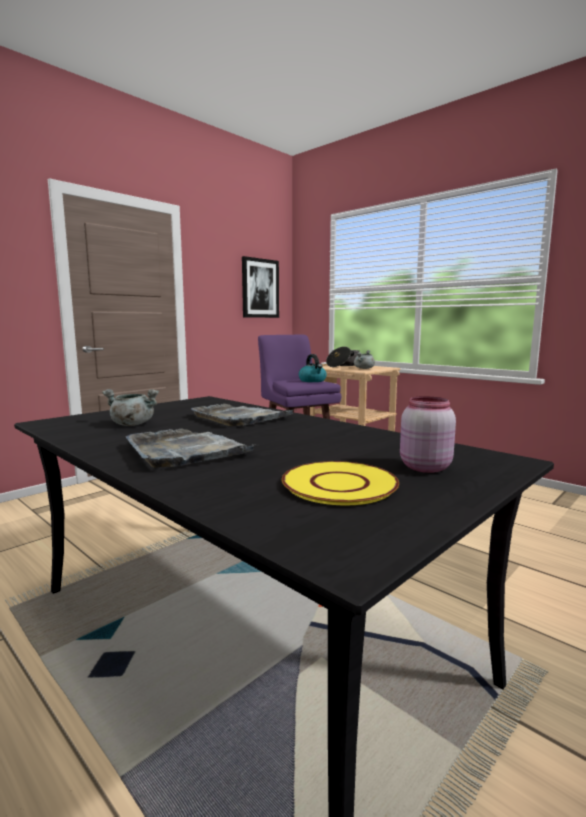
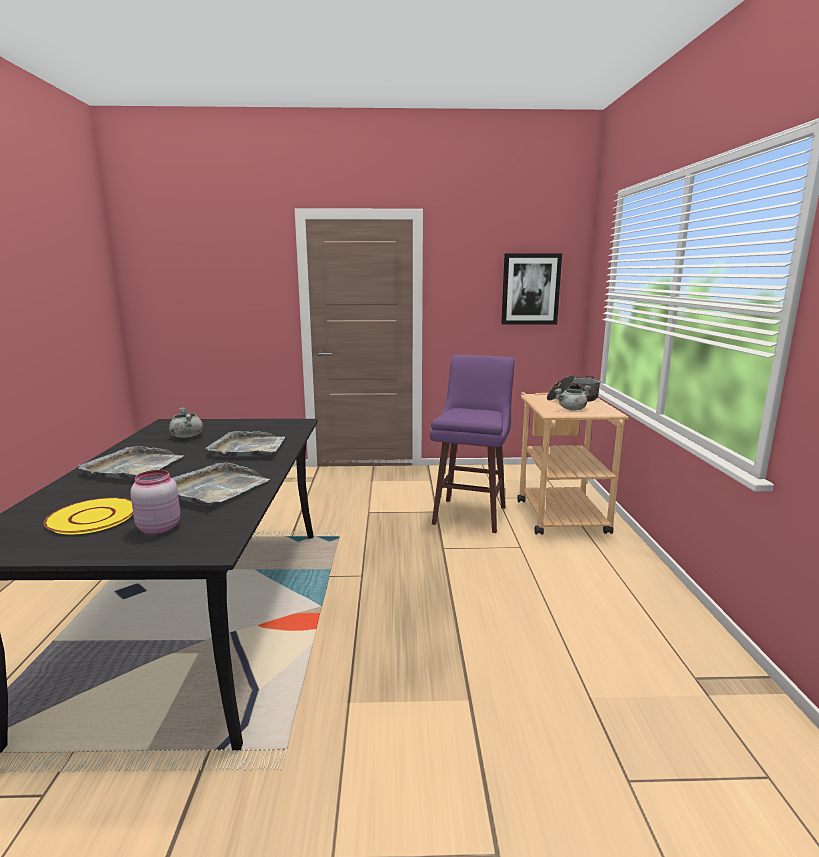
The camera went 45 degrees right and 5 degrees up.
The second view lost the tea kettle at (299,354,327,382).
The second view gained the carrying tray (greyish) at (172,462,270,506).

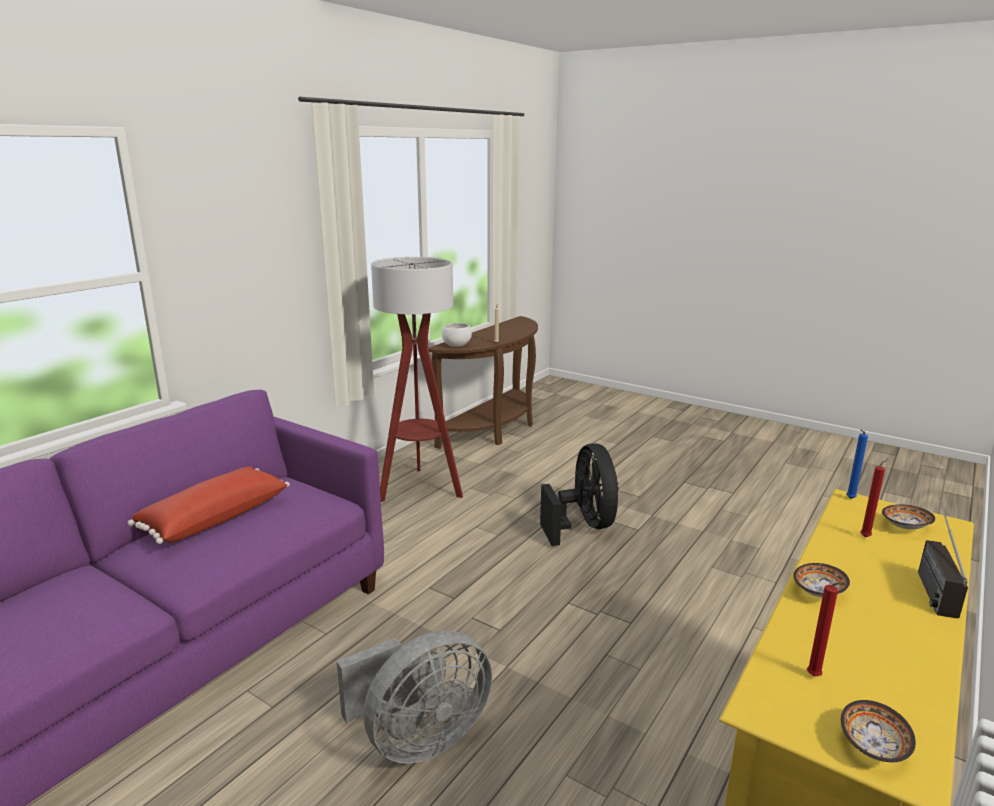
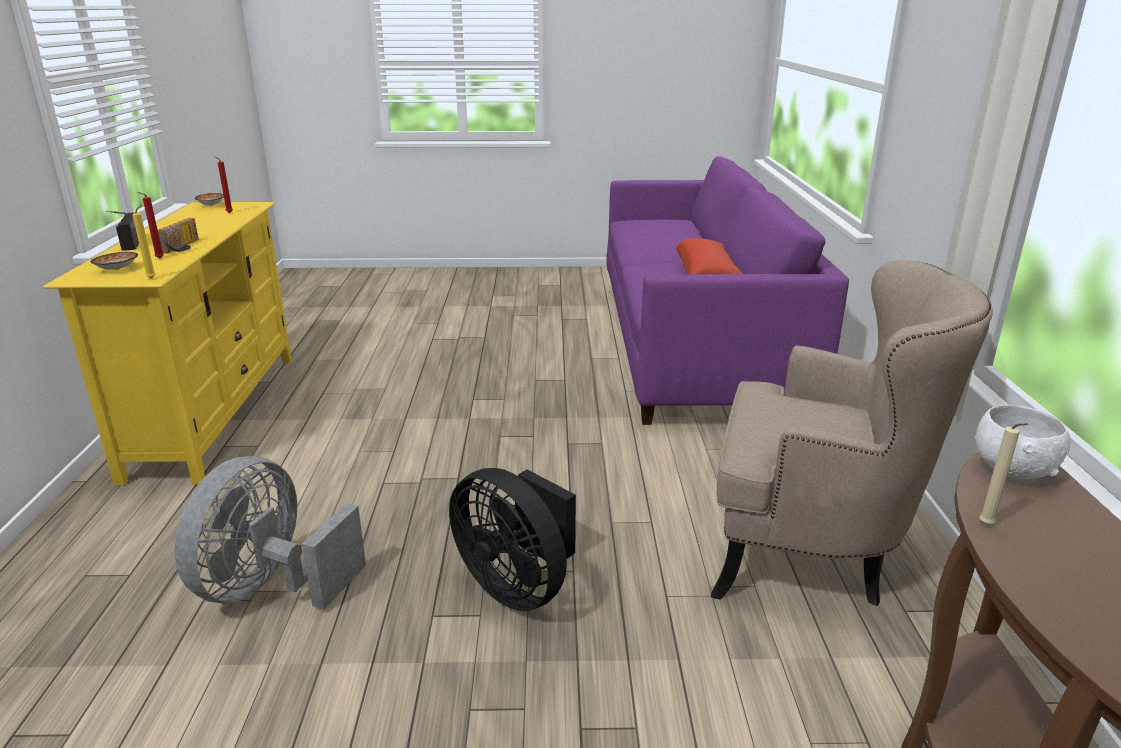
The camera went 145 degrees right and 5 degrees up.
Where the standing lamp stood at (371,257,463,502), the lounge chair (sand-coloured) came to stand at (711,260,993,606).
What was the wax candle (blue-coloured) at (846,429,868,499) turned into the wax candle (yellow-coloured) at (132,205,156,279).
The second view lost the serving bowl at (793,563,850,597).
The fan (greyish) ended up elsewhere, having gone from (337,630,492,764) to (175,456,366,609).
The second view gained the radio at (158,218,199,253).

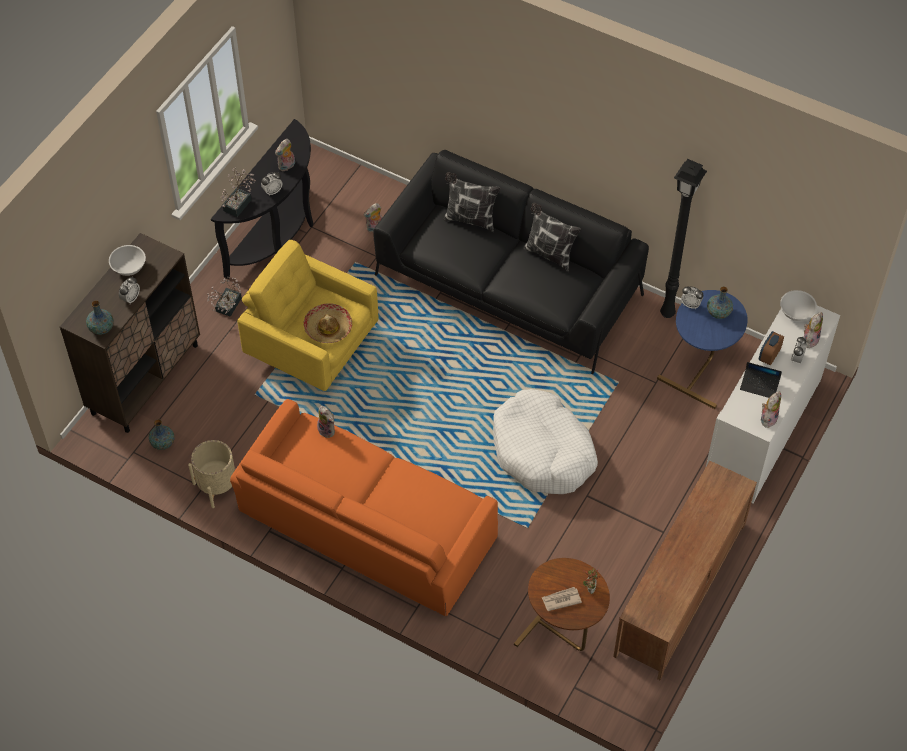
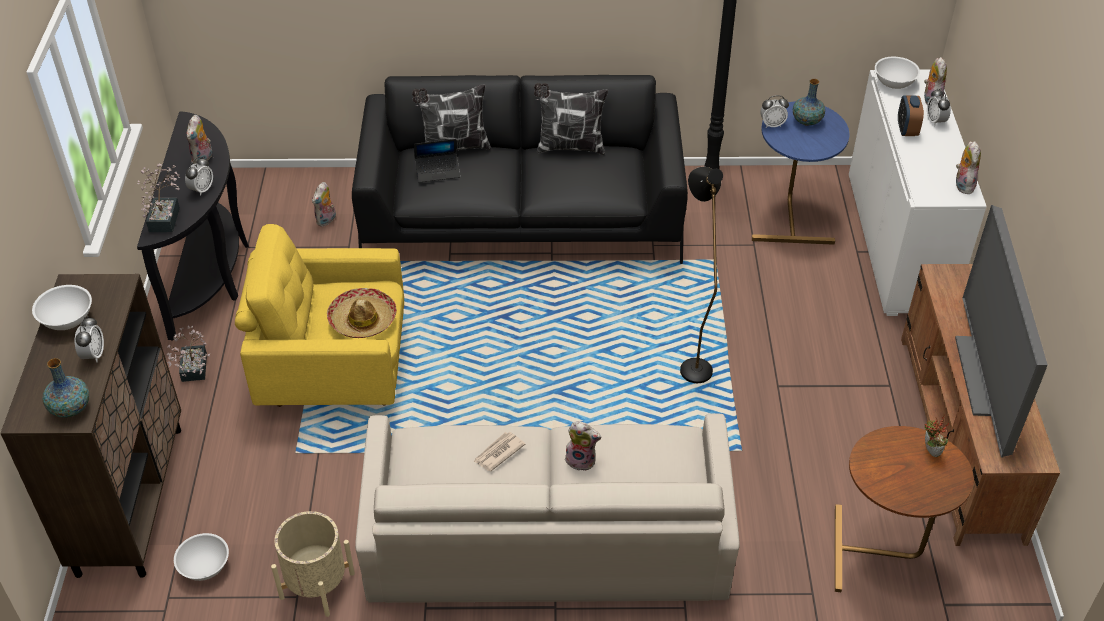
The camera went 30 degrees left and 10 degrees down.
The notebook computer ended up elsewhere, having gone from (740,362,782,398) to (414,139,460,183).
Where the pet bed (white-coloured) stood at (493,389,598,494), the standing lamp (black) came to stand at (680,167,723,383).
What was the couch (orangey) at (230,399,498,616) turned into the couch (sand-coloured) at (355,413,740,603).
The plush toy ended up elsewhere, having gone from (317,406,335,438) to (565,421,601,471).
Where the decorative vase stood at (149,419,175,450), the serving bowl (white-coloured) came to stand at (174,533,229,581).
The printed paper ended up elsewhere, having gone from (542,587,582,611) to (473,432,525,471).
The second view gained the television at (955,205,1048,457).

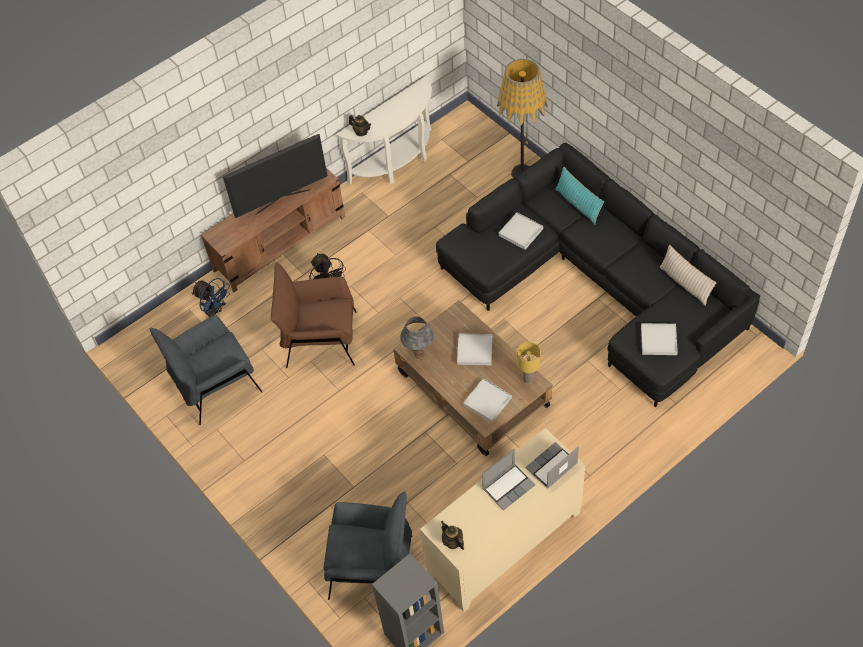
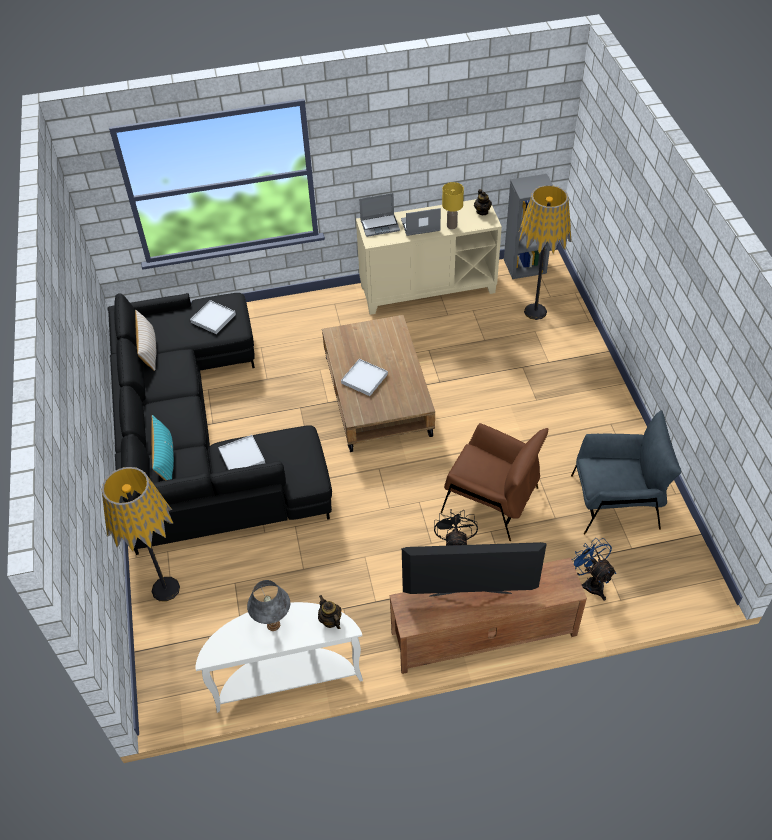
The camera went 155 degrees left and 5 degrees down.
The lamp for a table (greyish) ended up elsewhere, having gone from (400,316,434,359) to (247,580,290,631).
The lamp for a table (yellow-coloured) ended up elsewhere, having gone from (517,342,540,384) to (442,182,464,229).
The second view lost the carrying tray (white-coloured) at (463,378,512,423).
Where the lounge chair (greyish) stood at (324,491,412,600), the standing lamp came to stand at (518,185,571,320).

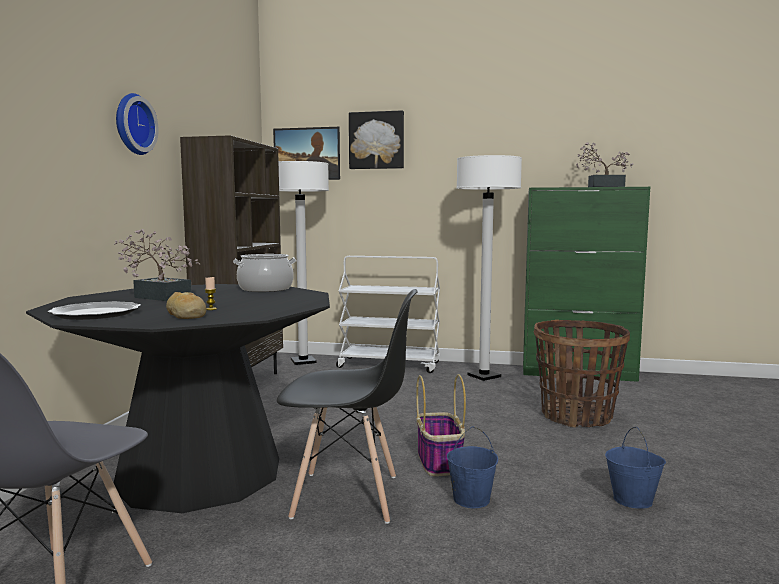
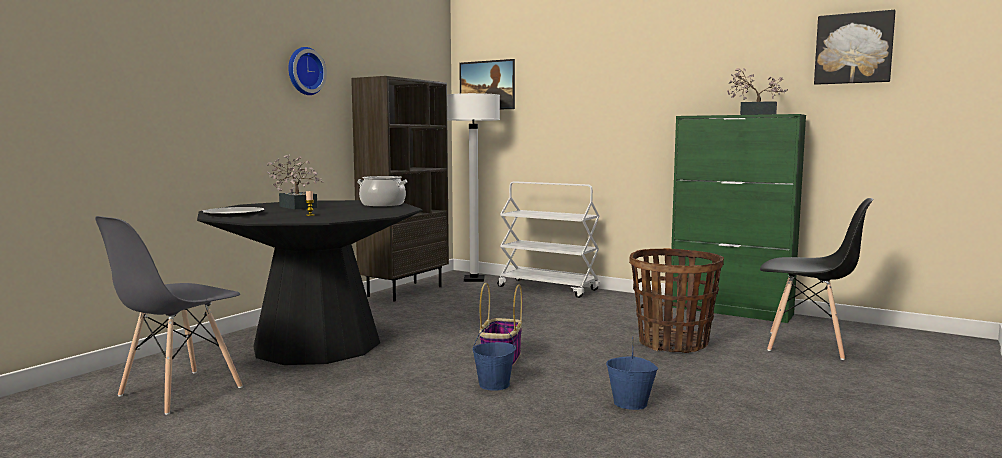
The camera went 20 degrees right and 0 degrees up.
The wall art ended up elsewhere, having gone from (349,110,404,169) to (814,10,896,85).
The second view lost the standing lamp (white-coloured) at (456,155,522,381).
The plain chair (black) ended up elsewhere, having gone from (277,289,418,524) to (760,198,874,360).
The second view lost the baked bread at (166,292,206,319).

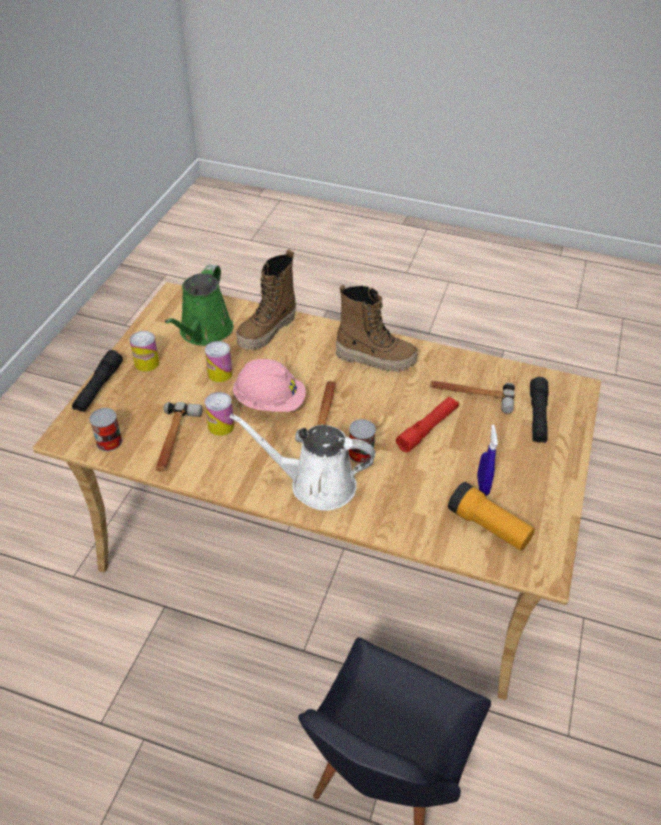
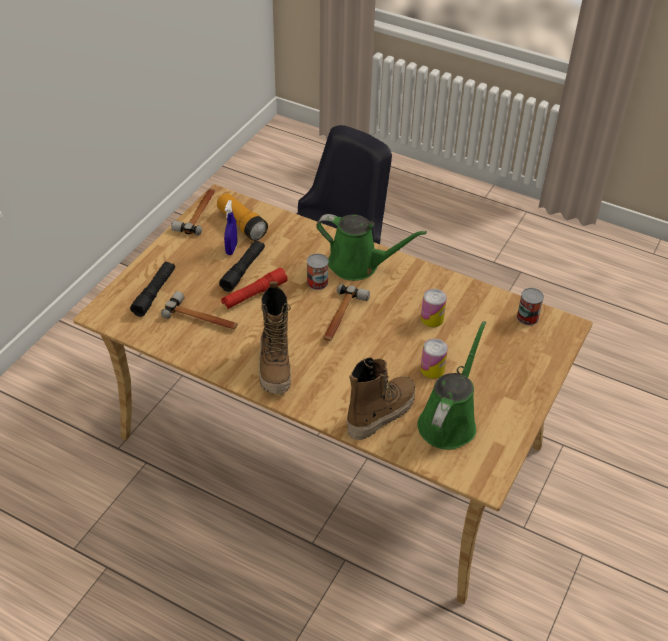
The camera went 170 degrees left and 0 degrees up.
The high-top boot at (336,284,417,372) ended up facing another way, 120 degrees counterclockwise from before.
The second view lost the sealed can at (130,331,159,372).
The torch (black) ended up elsewhere, having gone from (72,350,123,412) to (219,240,265,292).
The second view lost the hard hat (pink) at (232,359,306,412).
The hammer ended up elsewhere, having gone from (156,402,202,471) to (171,188,215,235).
What was the sprinkling can (white-coloured) at (229,413,376,511) turned into the sprinkling can (greenish) at (316,214,427,281).

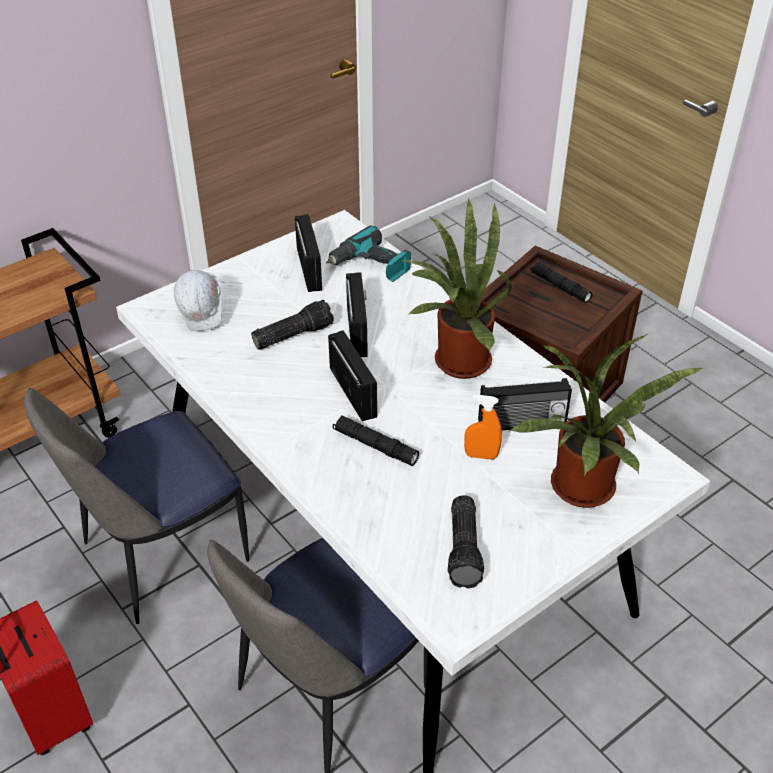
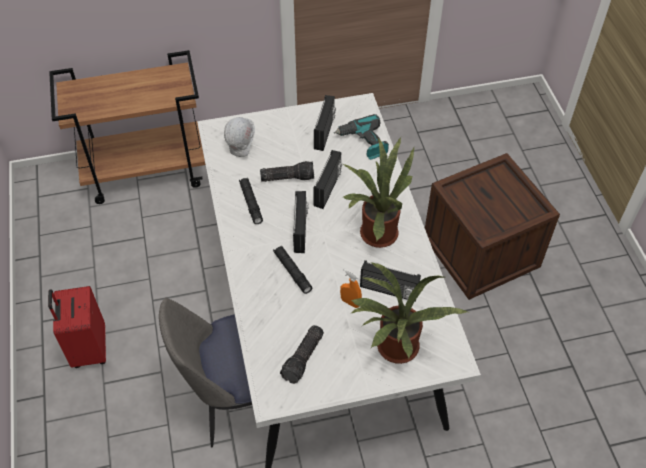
The camera went 25 degrees right and 10 degrees up.
The torch (black) ended up elsewhere, having gone from (530,262,592,303) to (239,178,263,224).
The second view lost the plain chair at (24,388,249,624).

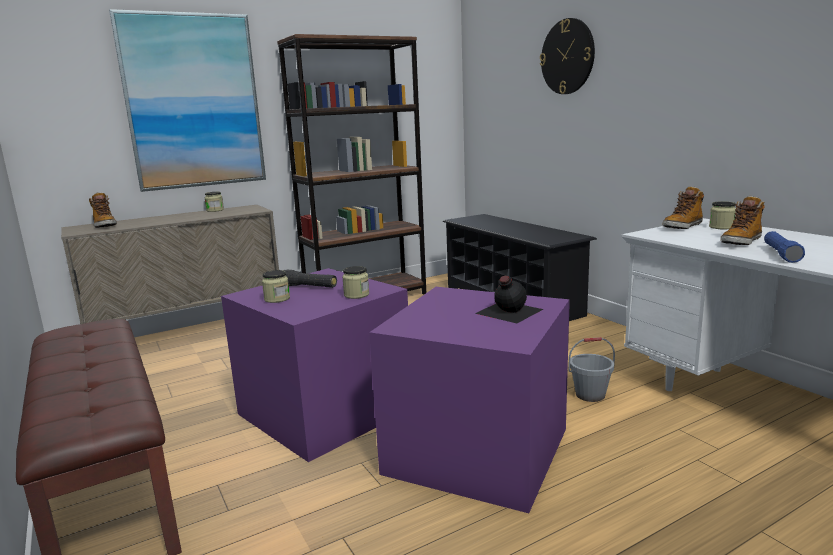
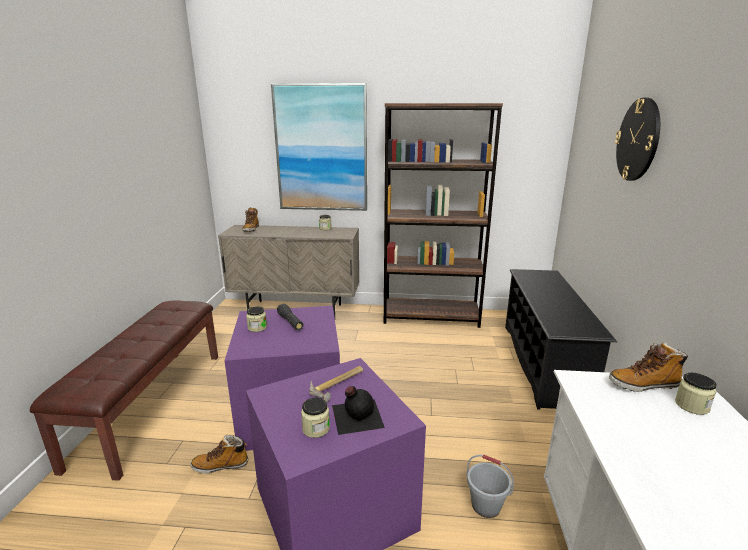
The camera went 35 degrees right and 5 degrees up.
The high-top boot ended up elsewhere, having gone from (720,196,765,245) to (191,435,248,473).
The second view lost the torch (blue-coloured) at (764,231,805,263).
The jar ended up elsewhere, having gone from (342,266,369,299) to (301,398,330,438).
The second view gained the hammer at (309,366,363,402).

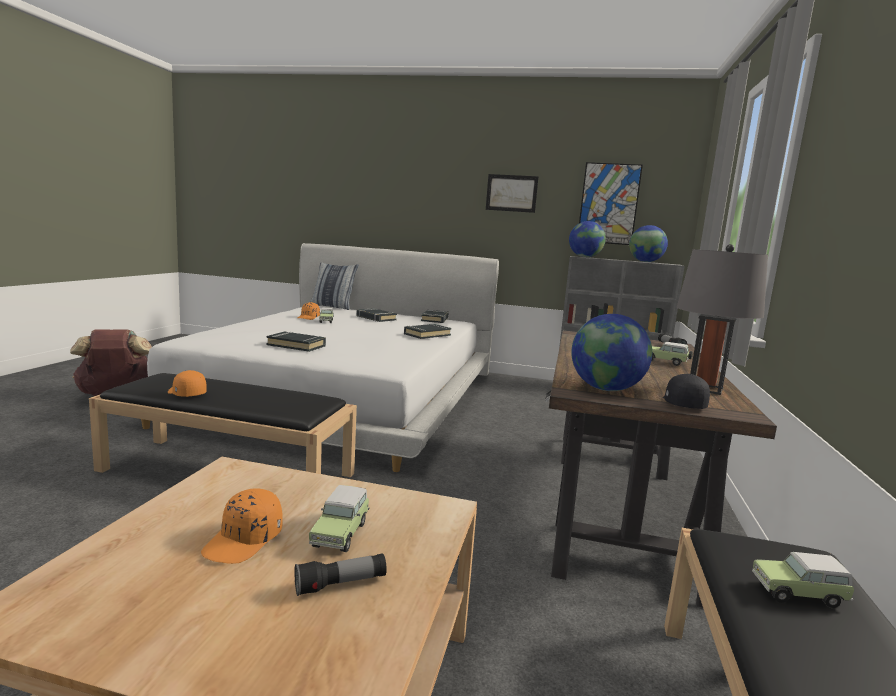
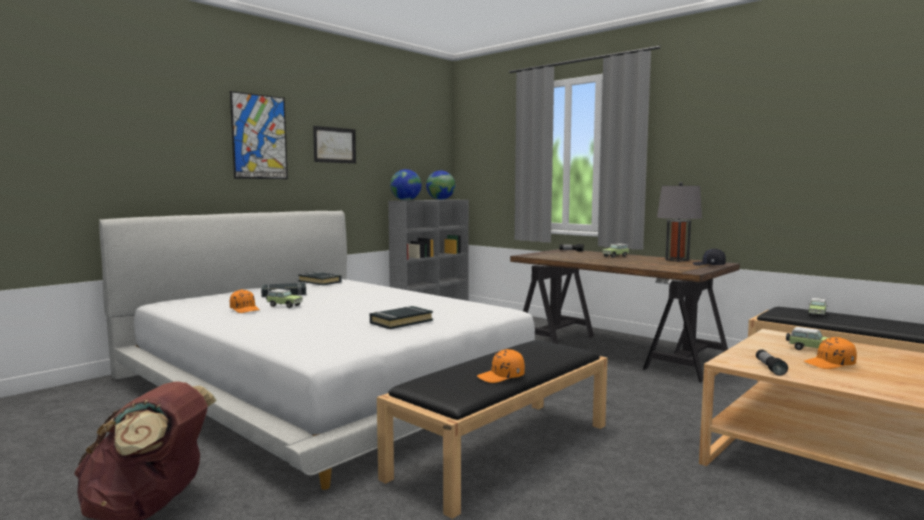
The camera went 60 degrees left and 5 degrees down.
The wall art ended up elsewhere, having gone from (579,162,643,245) to (230,91,288,179).
The second view lost the throw pillow at (311,262,359,310).
The second view lost the desk globe at (571,314,652,391).
The second view lost the bound book (black) at (404,324,451,339).
The peaked cap (orangey) at (201,488,283,564) ended up facing another way, 120 degrees clockwise from before.
The torch ended up elsewhere, having gone from (294,553,387,596) to (756,350,788,376).

